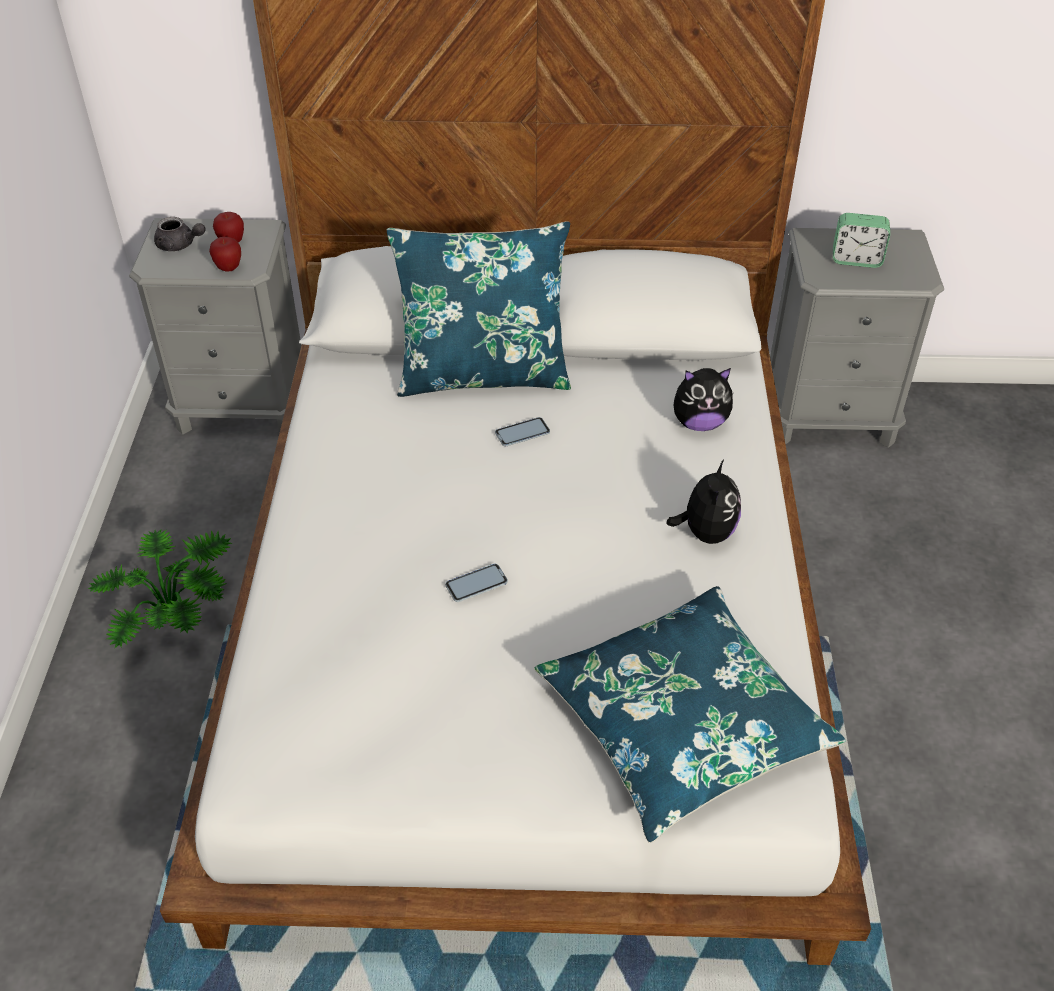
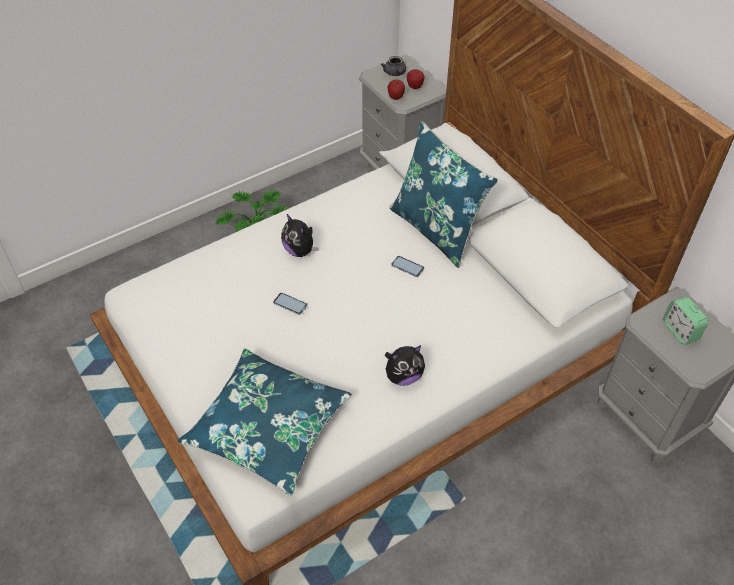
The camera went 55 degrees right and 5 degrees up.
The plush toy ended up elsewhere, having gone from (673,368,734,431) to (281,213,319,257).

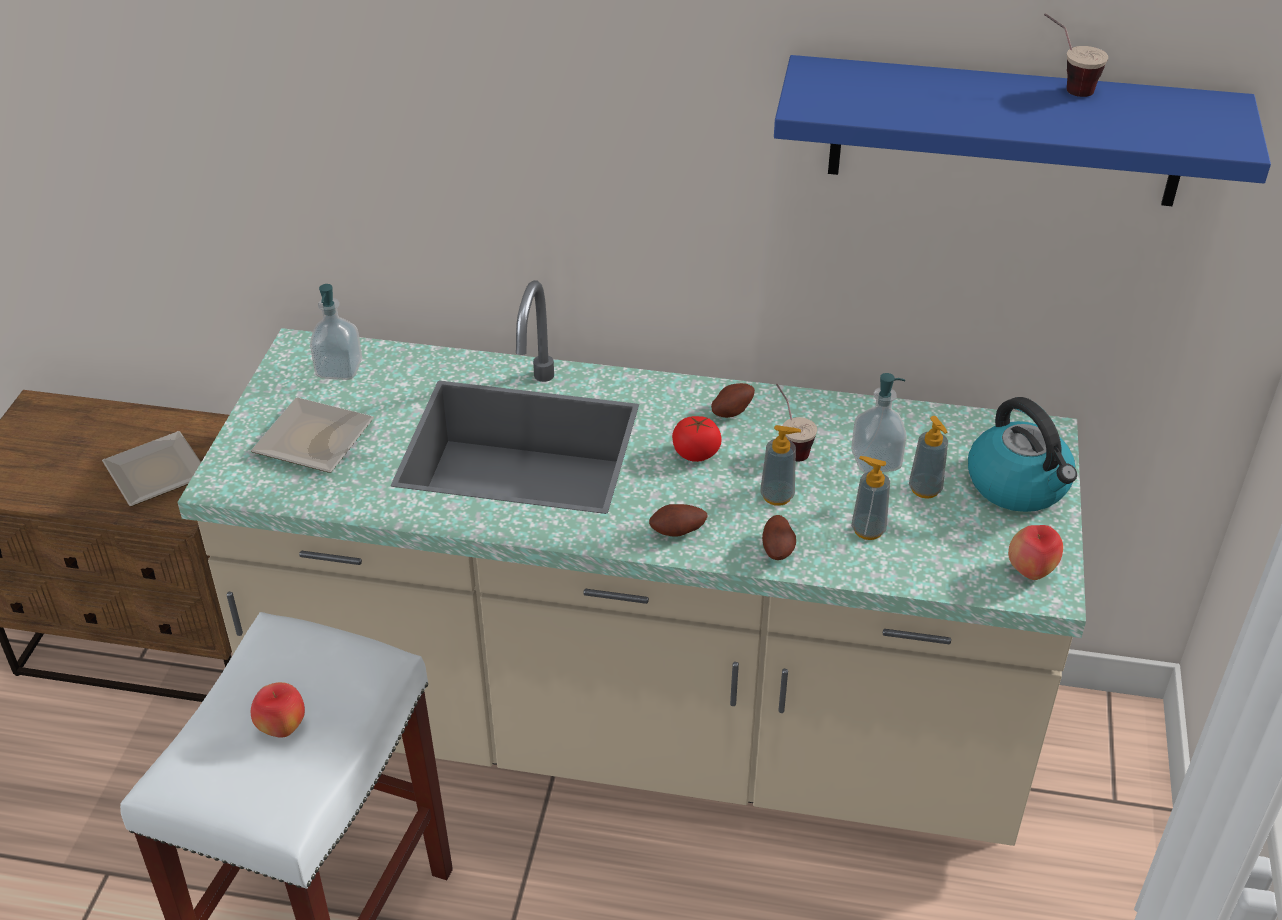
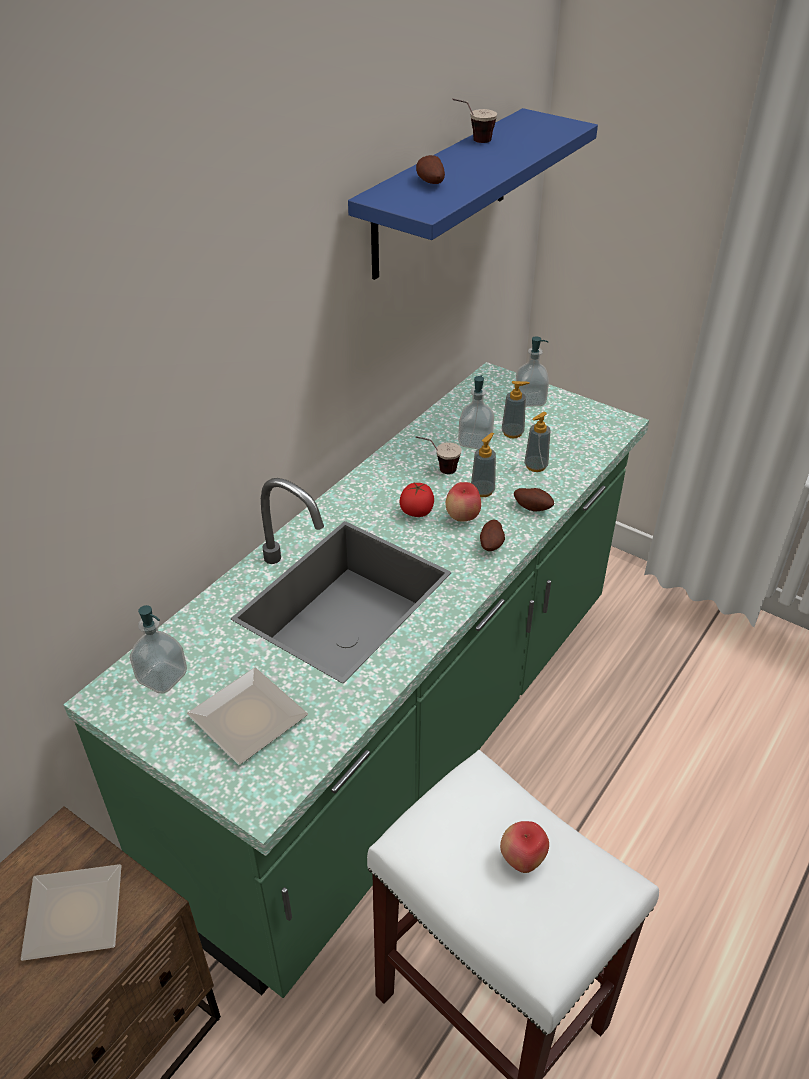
The camera went 65 degrees left and 0 degrees up.
What was the kitchen base unit (sand-coloured) at (177,280,1086,846) turned into the kitchen base unit (greenish) at (63,362,649,998).
The whole potato ended up elsewhere, having gone from (711,383,755,418) to (416,155,445,184).
Where the tea kettle stood at (968,397,1077,512), the soap bottle came to stand at (516,336,549,407).
The apple ended up elsewhere, having gone from (1008,525,1063,580) to (446,482,481,521).

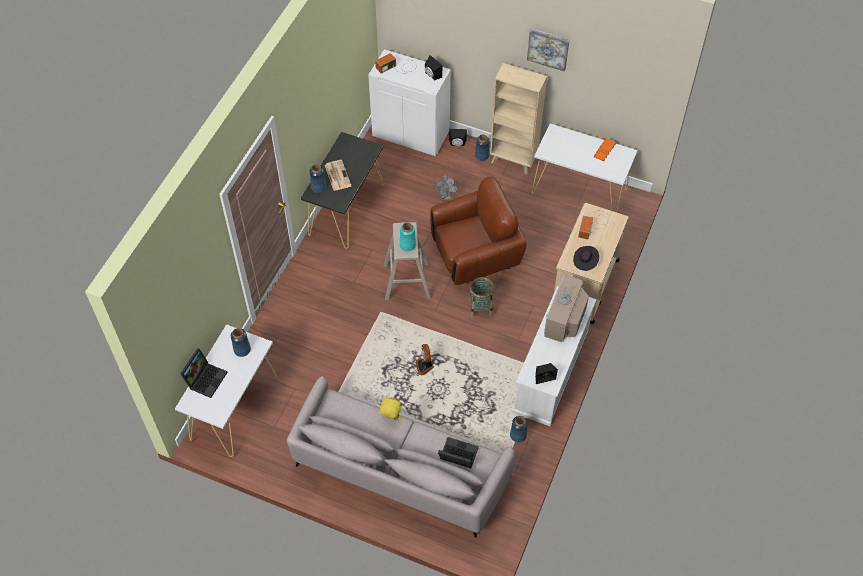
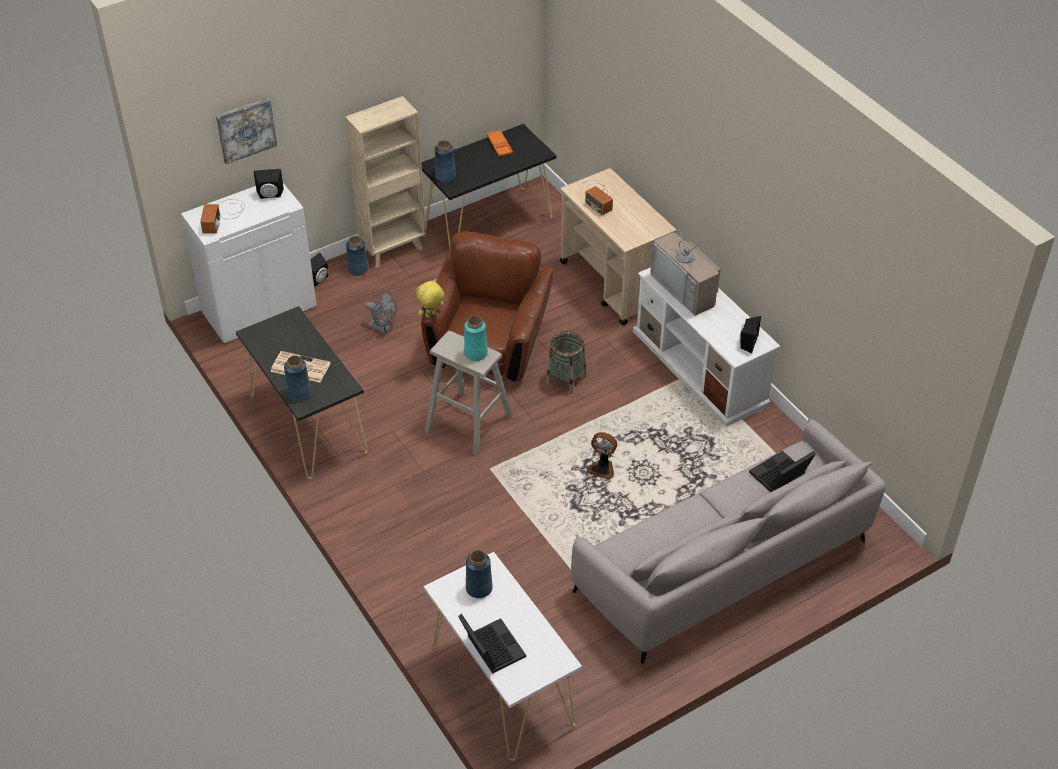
The camera went 55 degrees left and 10 degrees down.
The wall art ended up elsewhere, having gone from (527,29,570,72) to (216,98,277,164).
What was the hall table (white-coloured) at (532,124,638,212) turned into the hall table (black) at (421,124,557,249).
The second view lost the clothing hat (black) at (573,246,599,271).
The plush toy (yellow-coloured) ended up elsewhere, having gone from (380,398,402,421) to (416,279,445,318).
The decorative vase (blue-coloured) ended up elsewhere, having gone from (510,416,528,442) to (435,140,456,182).

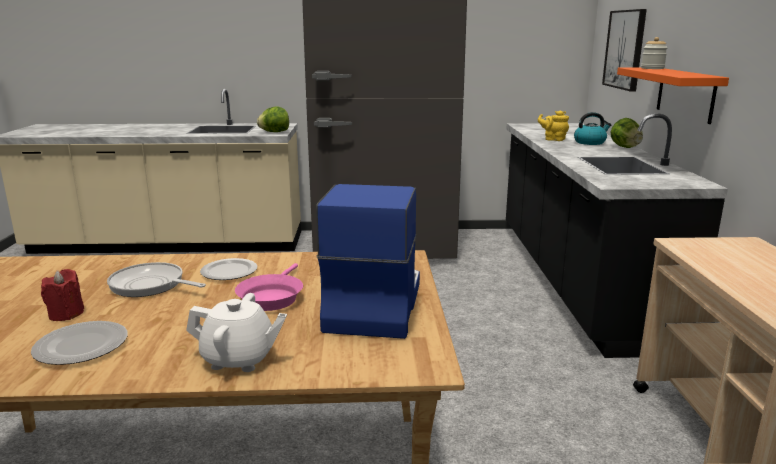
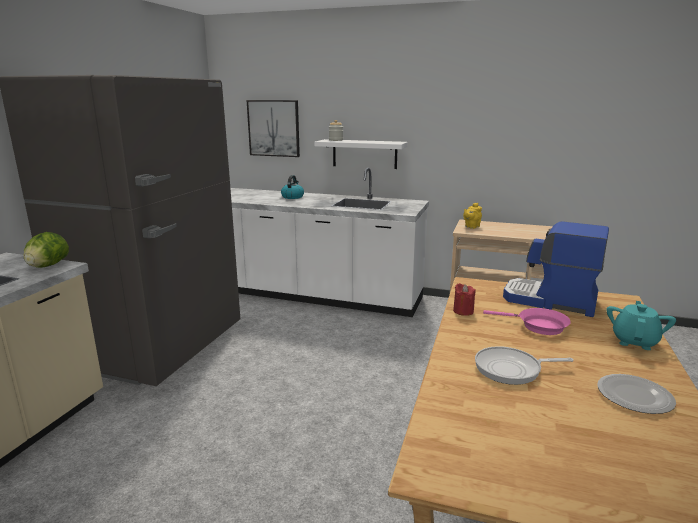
The camera went 70 degrees left and 0 degrees up.
What was the bracket shelf (orangey) at (617,67,729,124) turned into the bracket shelf (white-coloured) at (314,139,408,169).
The teapot (yellow-coloured) ended up elsewhere, having gone from (538,111,569,141) to (463,203,482,229).
What was the kitchen base unit (black) at (506,114,728,358) turned into the kitchen base unit (white-coloured) at (230,168,429,317).
The second view lost the head of lettuce at (611,118,643,148).
The second view lost the flat dish at (200,258,257,280).
The skillet at (107,262,206,297) ended up facing another way, 45 degrees clockwise from before.
The wax candle (red-coloured) ended up elsewhere, having gone from (41,269,84,321) to (453,283,476,316).
What was the teapot (white-coloured) at (186,293,287,372) turned into the teapot (turquoise) at (607,301,676,350).

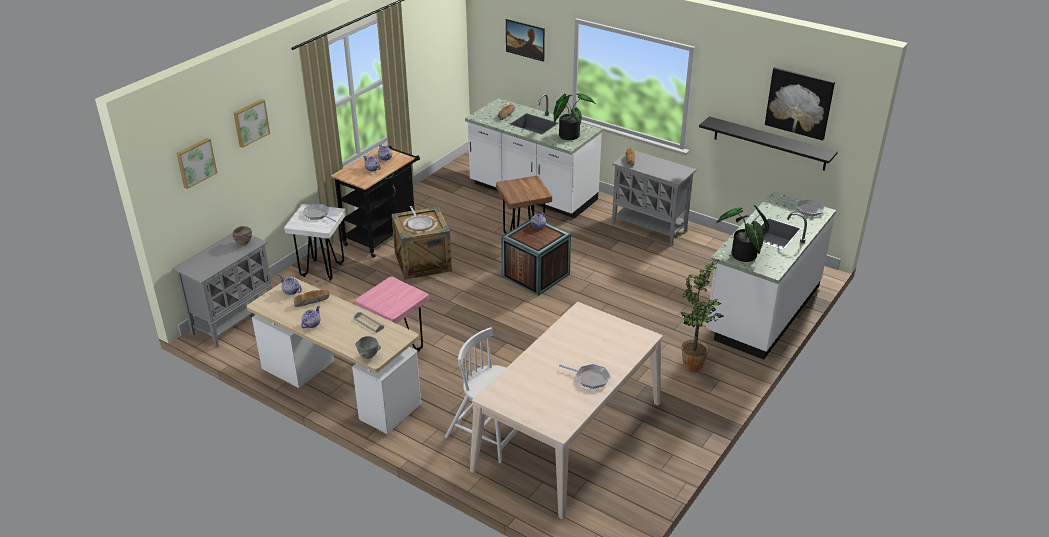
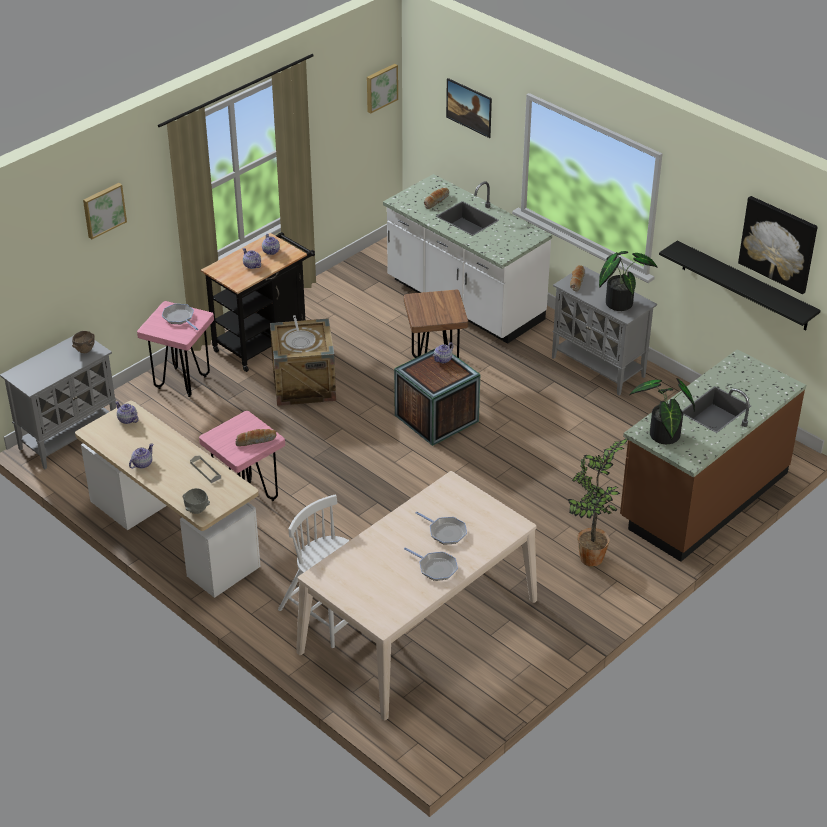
The camera went 10 degrees right and 5 degrees up.
The plant in a pot ended up elsewhere, having gone from (554,93,596,140) to (599,251,658,311).
The wall art ended up elsewhere, having gone from (176,138,217,189) to (367,64,398,113).
What was the kitchen base unit (white-coloured) at (706,191,836,360) turned into the kitchen base unit (brown-coloured) at (620,349,806,562).
The skillet ended up elsewhere, having gone from (781,199,825,216) to (416,512,467,544).
What was the stool (white-coloured) at (284,204,346,281) turned into the stool (pink) at (137,301,214,397).
The baked bread ended up elsewhere, having gone from (294,290,330,307) to (235,429,277,446).

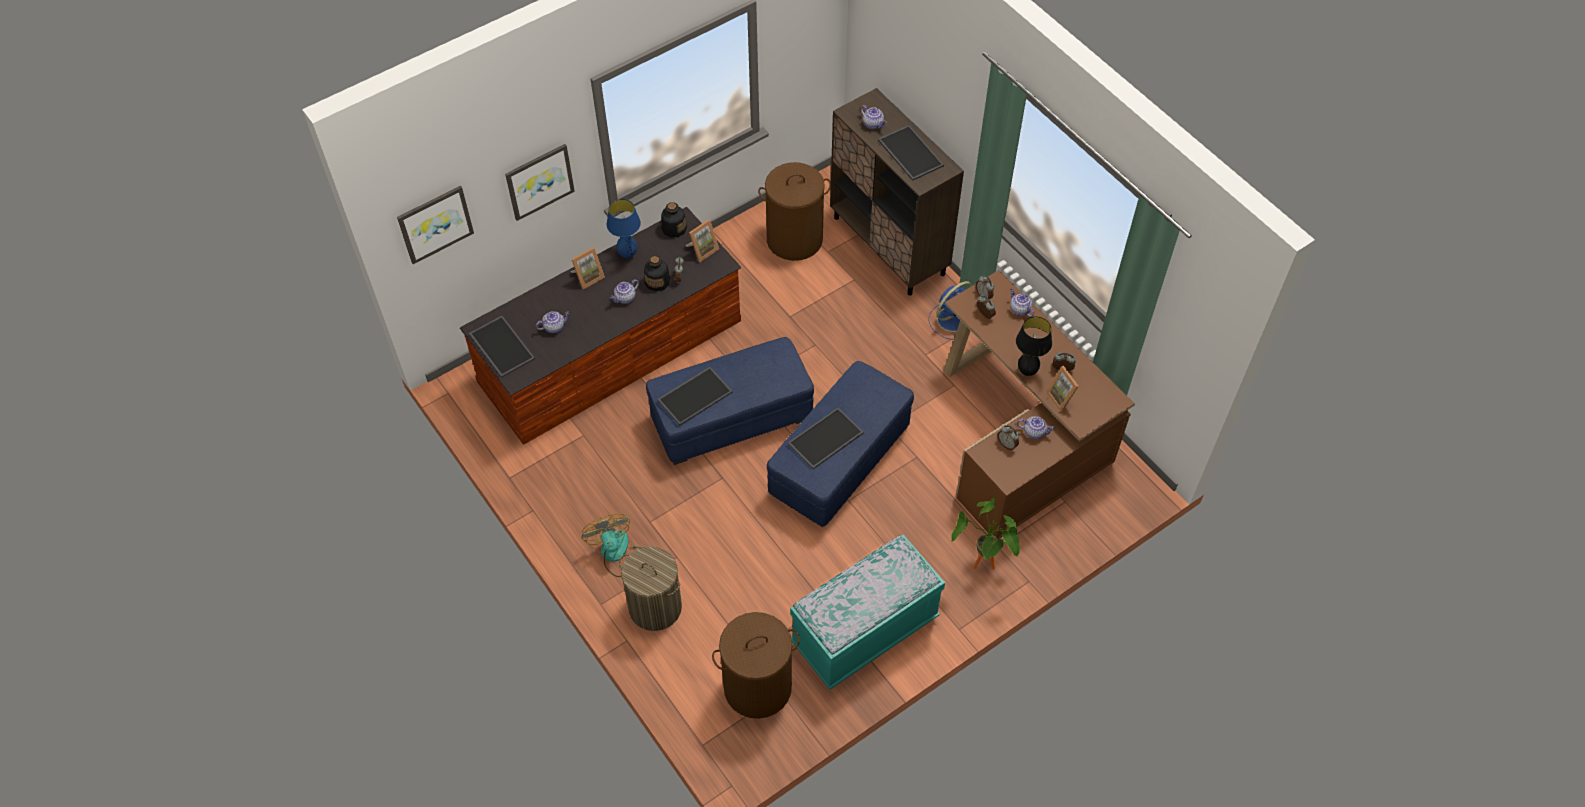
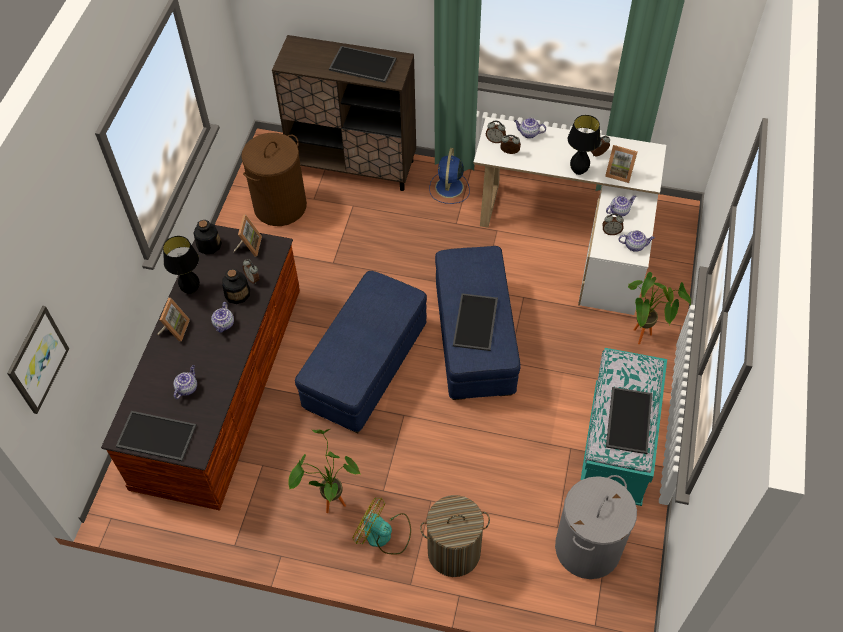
The camera went 40 degrees left and 0 degrees up.
The teapot ended up elsewhere, having gone from (861,105,887,129) to (619,230,655,252).
The second view lost the wall art at (505,144,575,221).
What was the lamp for a table (blue-coloured) at (607,199,641,259) turned into the lamp for a table (black) at (163,236,200,294).
What was the desk (brown-coloured) at (943,270,1135,539) turned into the desk (white-coloured) at (473,117,667,315).
The carrying tray ended up elsewhere, having gone from (657,367,733,425) to (606,387,652,454).
What was the laundry basket (brown-coloured) at (712,612,800,719) turned into the laundry basket (greyish) at (555,475,637,579).
The second view gained the plant in a pot at (288,429,360,513).

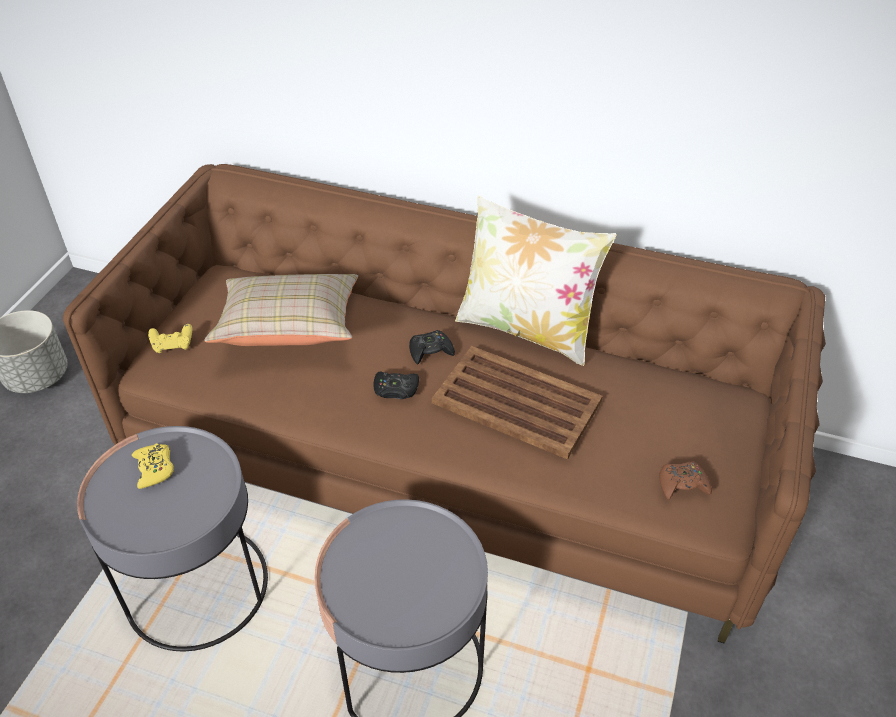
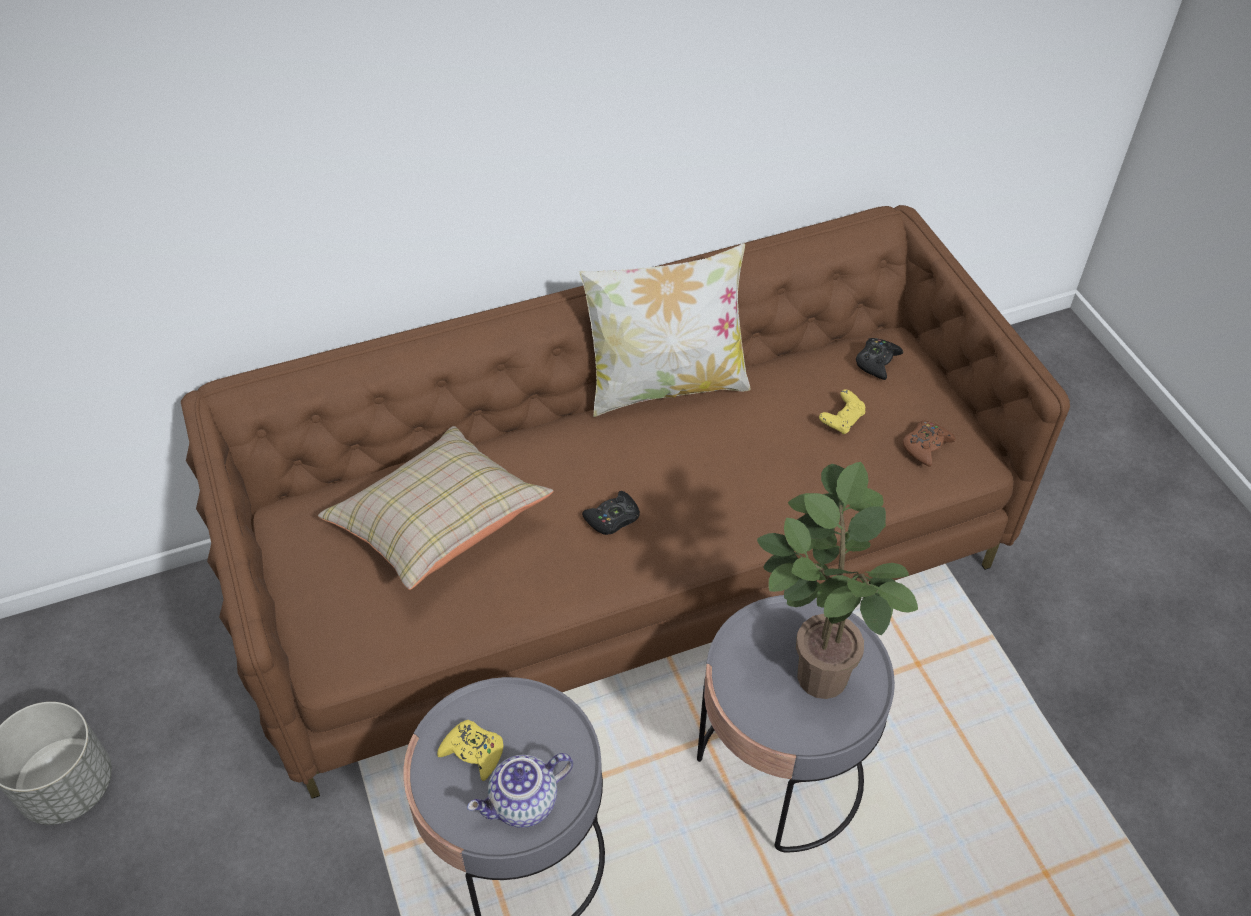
The camera went 40 degrees left and 5 degrees up.
The game controller (yellow-coloured) ended up elsewhere, having gone from (148,324,192,353) to (819,389,866,434).
The game controller (black) ended up elsewhere, having gone from (409,330,455,365) to (856,338,903,380).
The second view lost the carrying tray (brown-coloured) at (432,346,603,460).
The second view gained the plant in a pot at (757,462,918,699).
The second view gained the teapot at (467,753,573,828).

